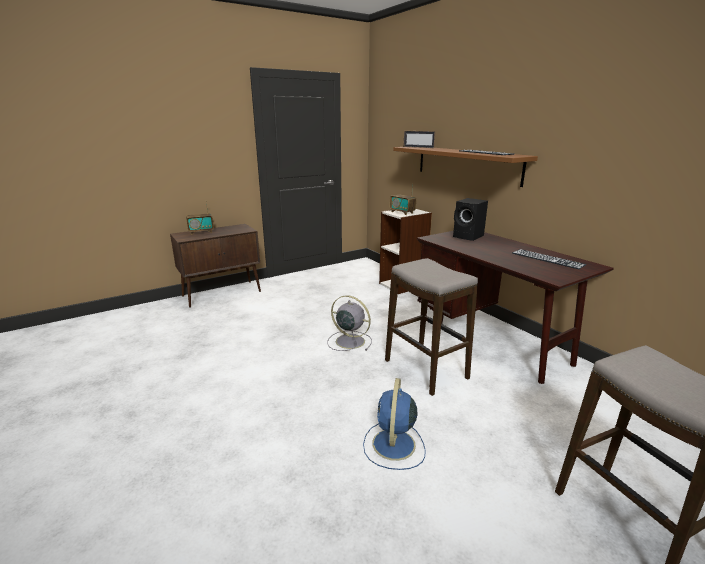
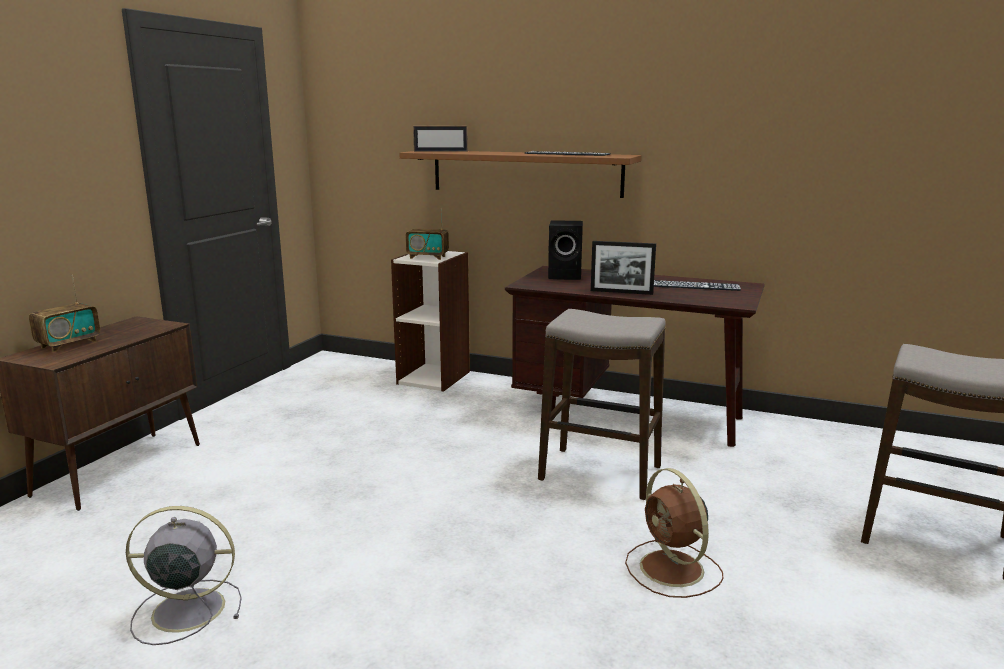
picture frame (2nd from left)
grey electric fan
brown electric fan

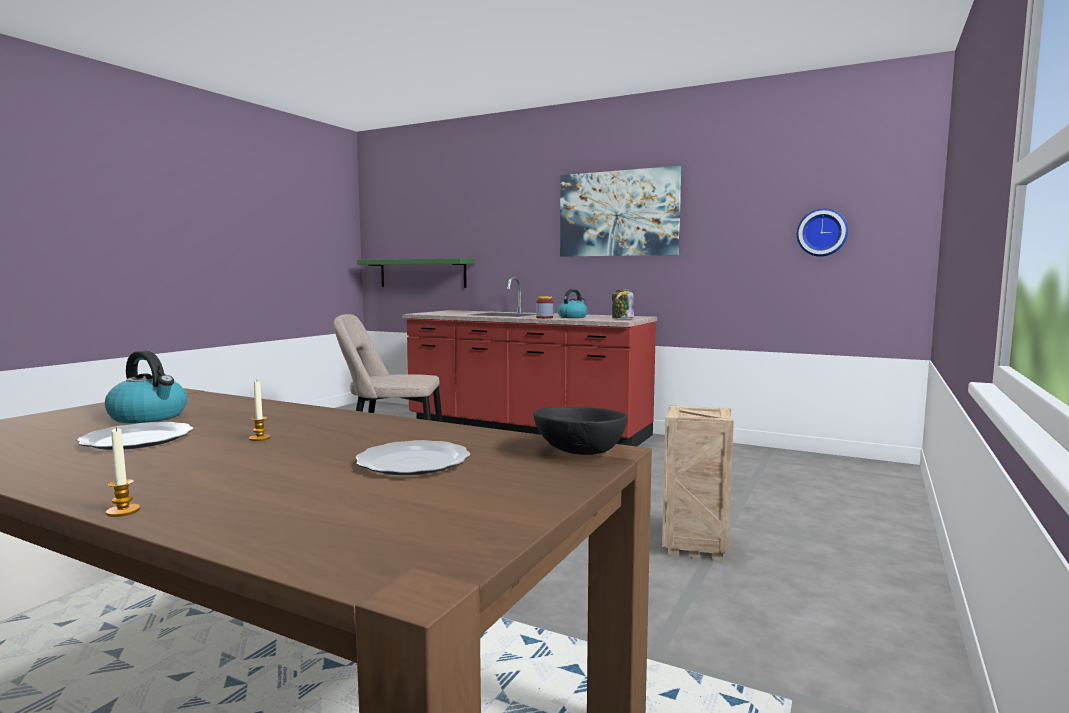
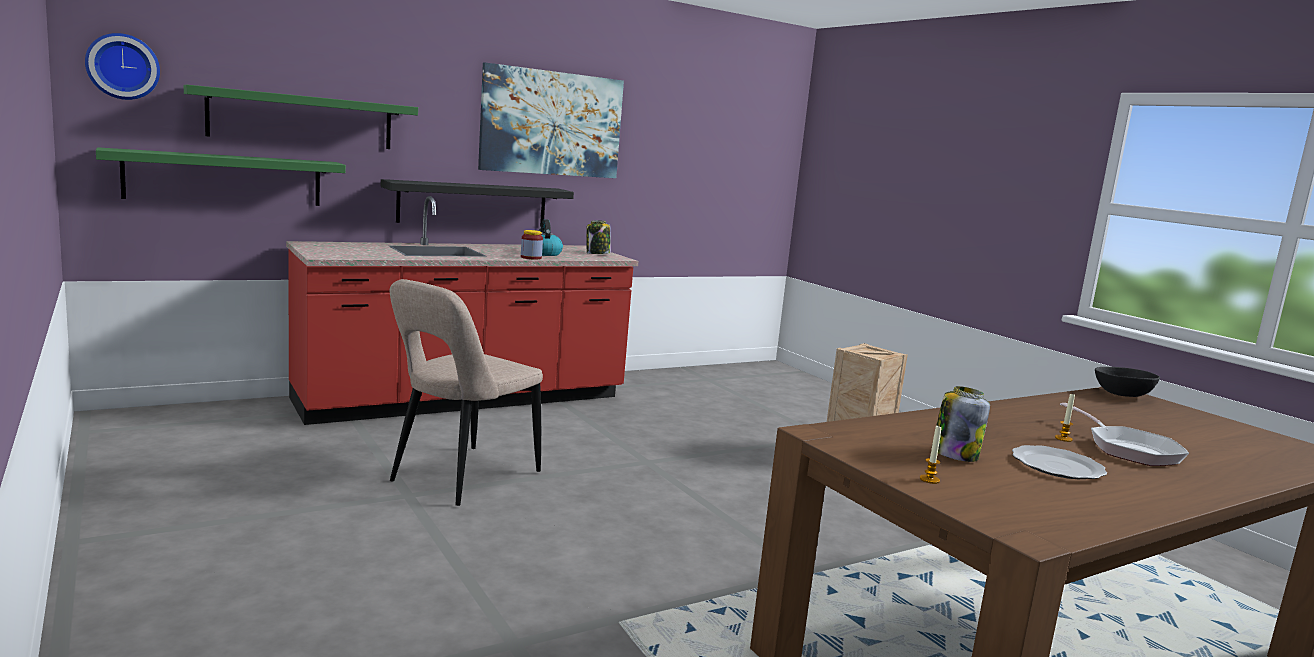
flat dish (2nd from left in the first image)
greenish wall shelf (2nd from left)
black wall shelf
skillet
candle (1st from left)
hanging clock
preserve jar (3rd from left)

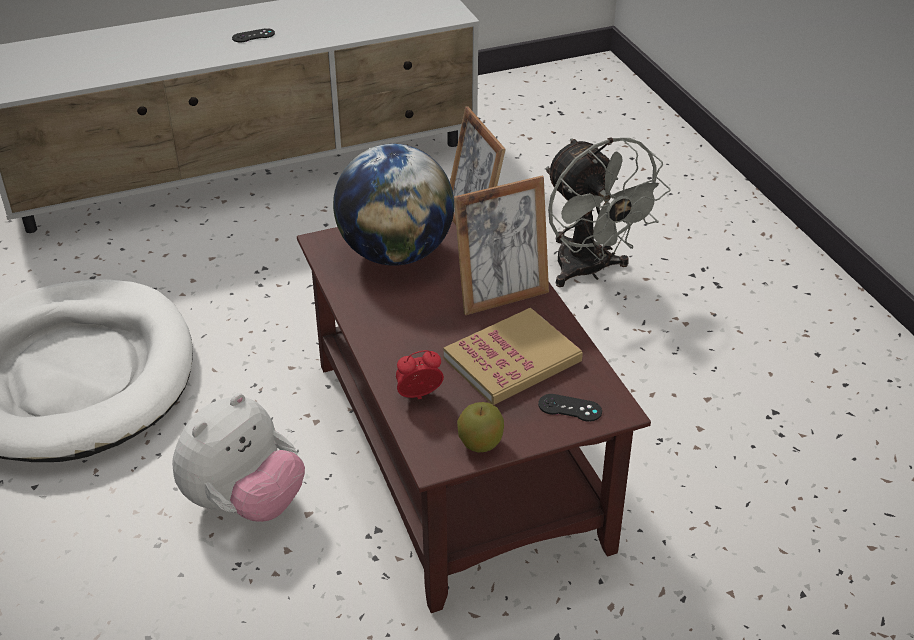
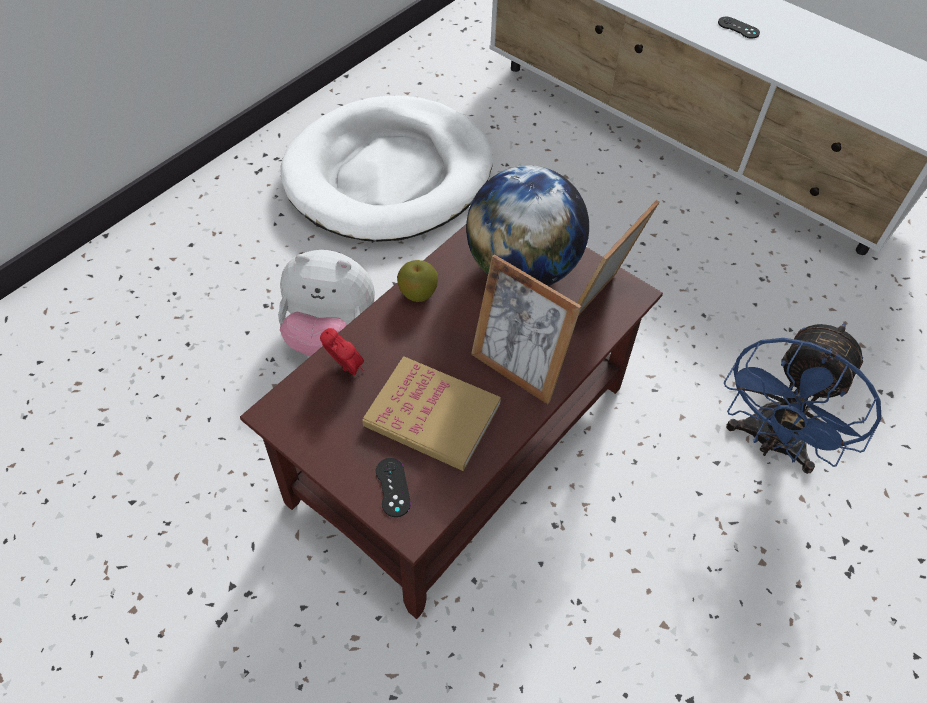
whole apple
blue electric fan

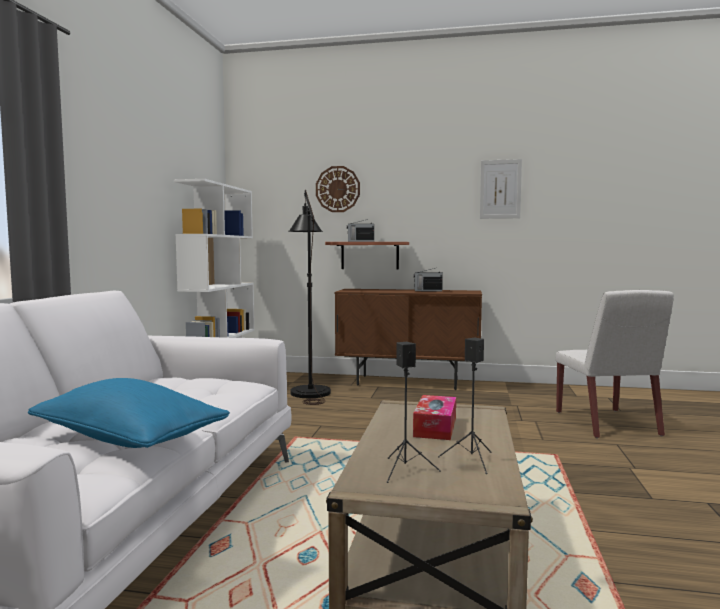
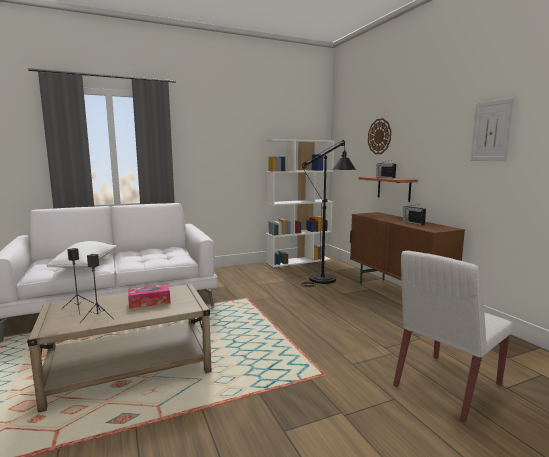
white cushion

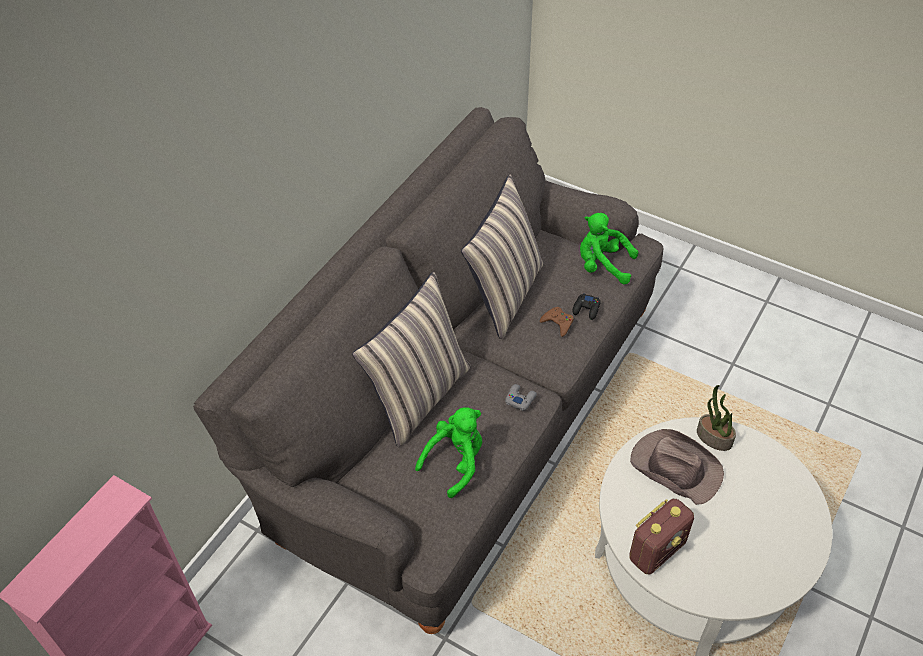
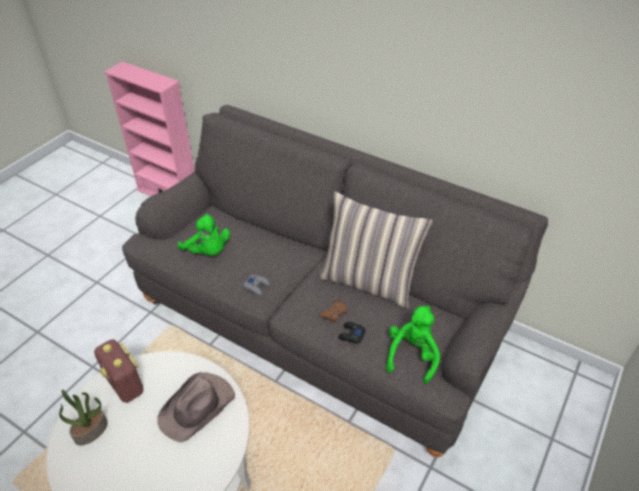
cushion (1st from left in the first image)
plant in a pot

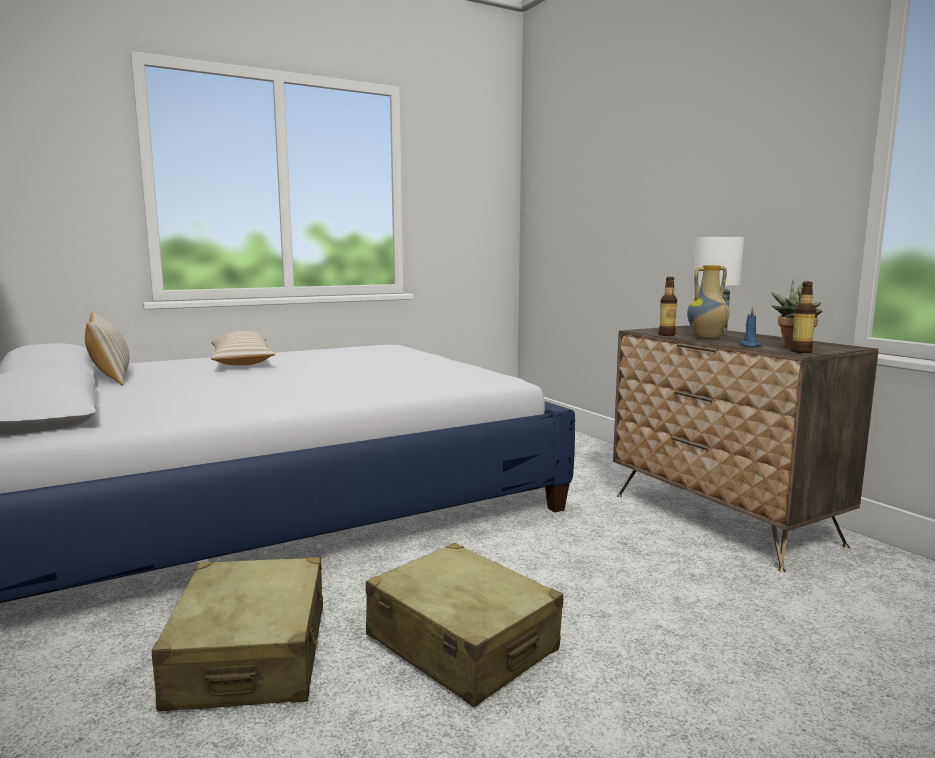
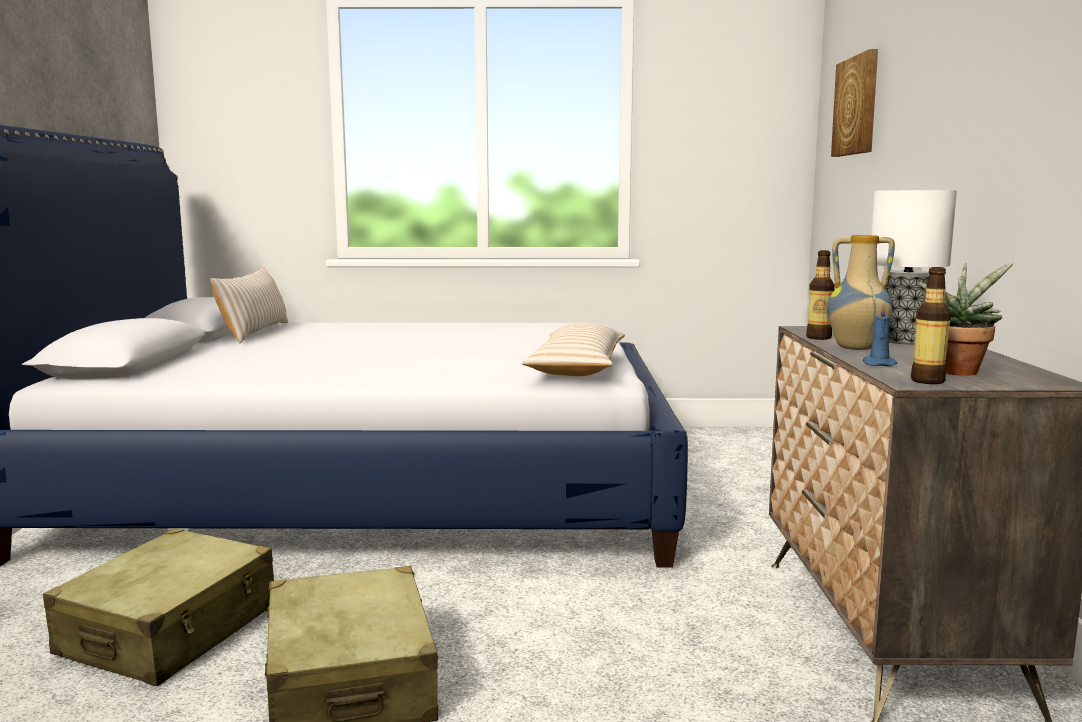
wall picture
beige-coloured cushion (2nd from left)

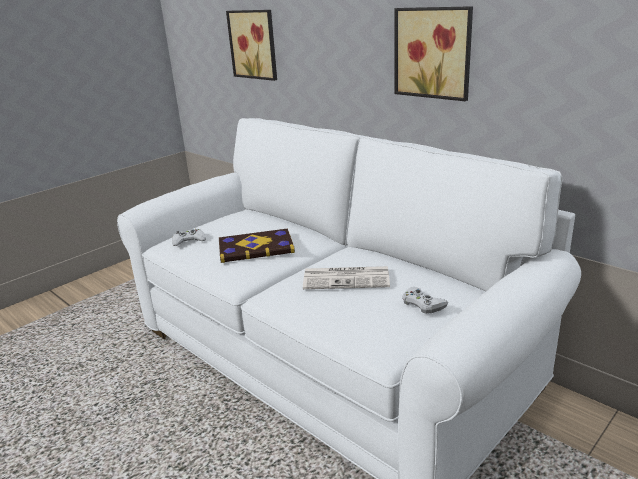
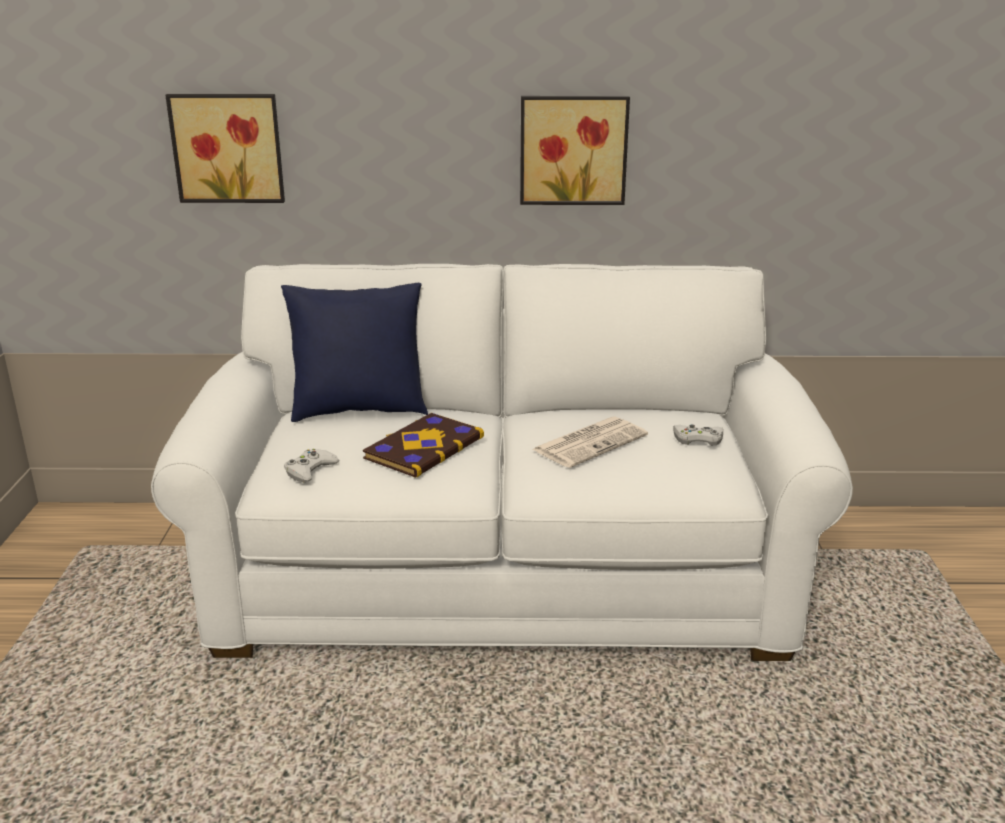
blue cushion

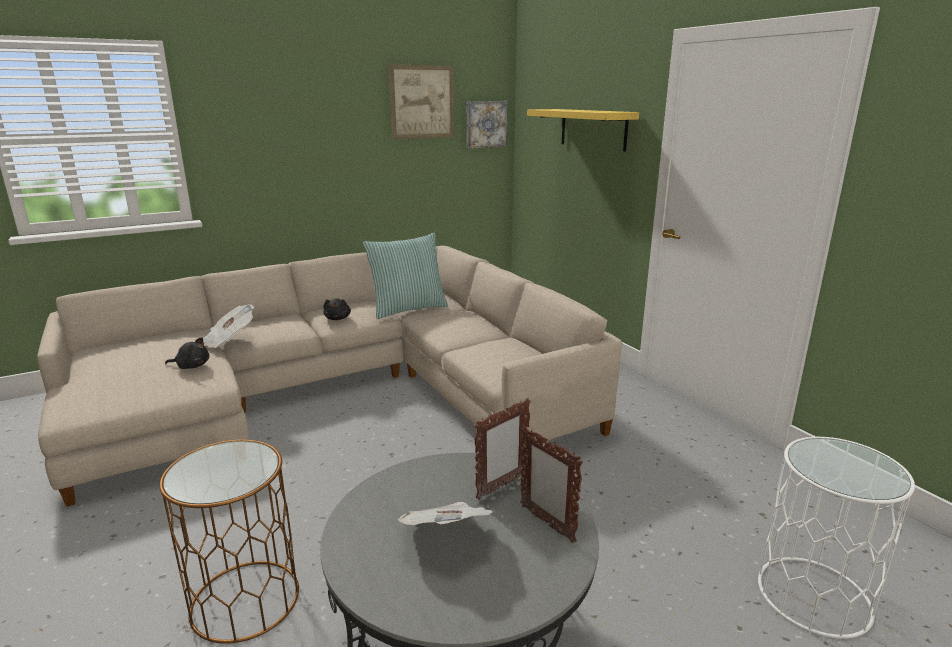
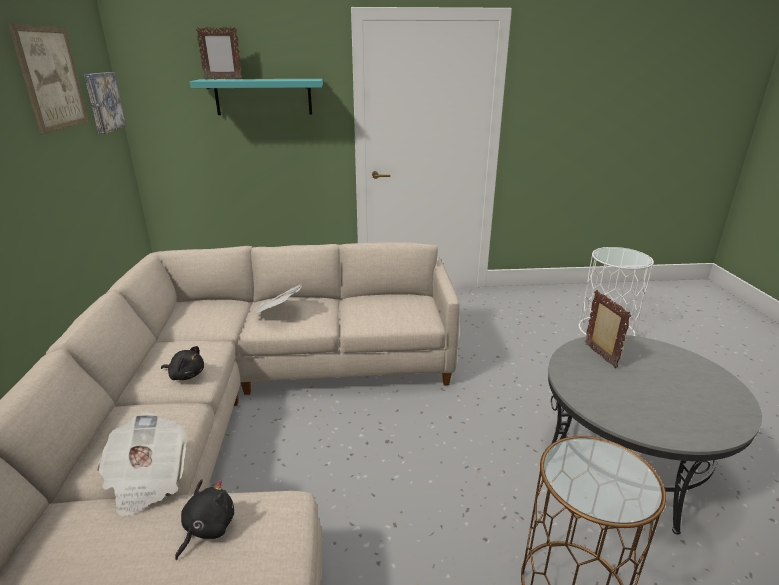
cushion
newspaper (2nd from left)
picture frame (1st from left)
turquoise wall shelf

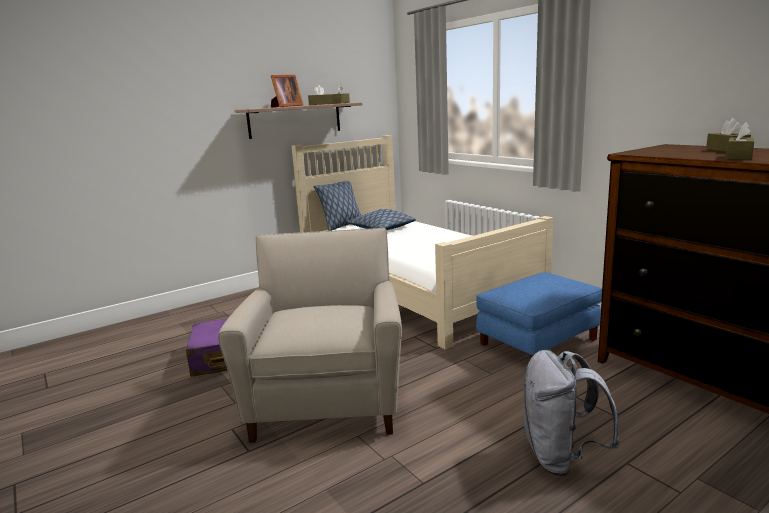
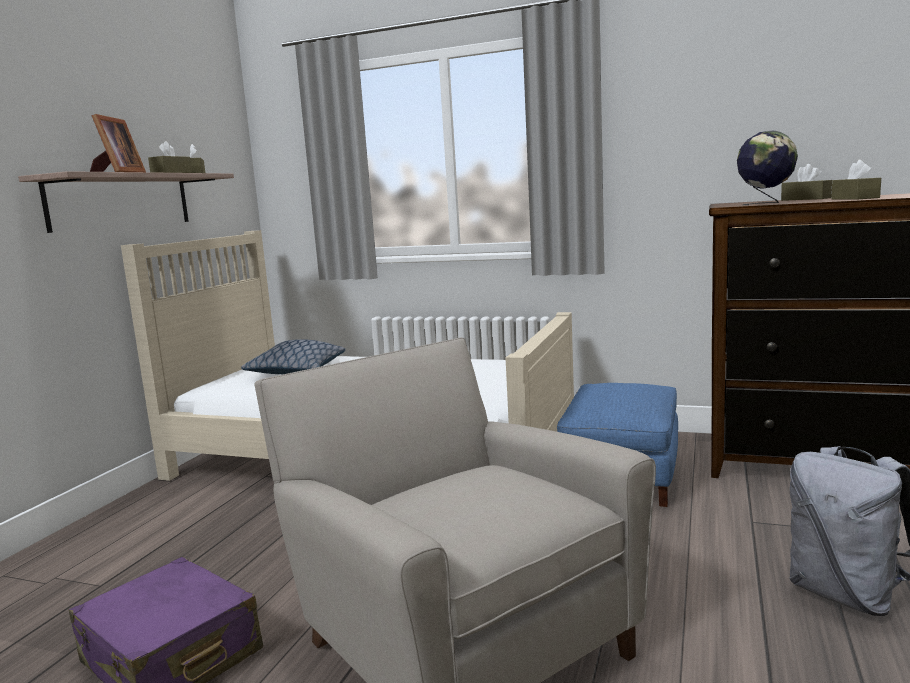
cushion (1st from left in the first image)
world globe

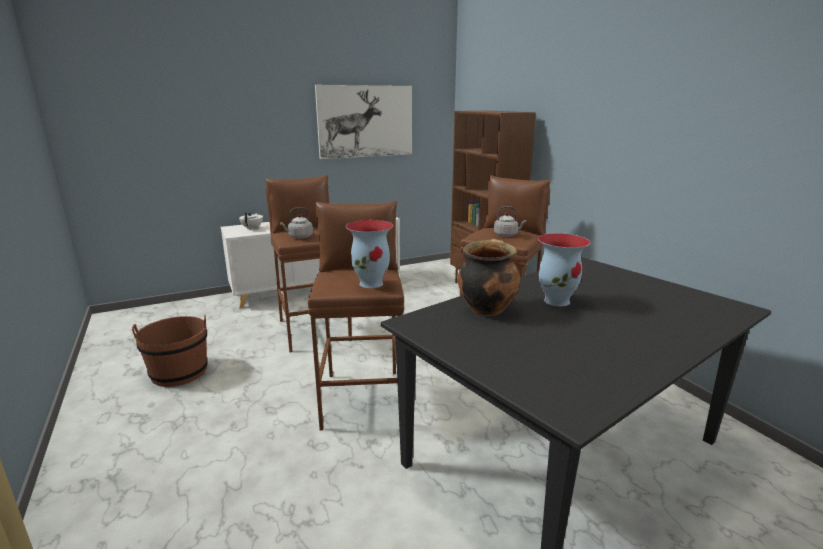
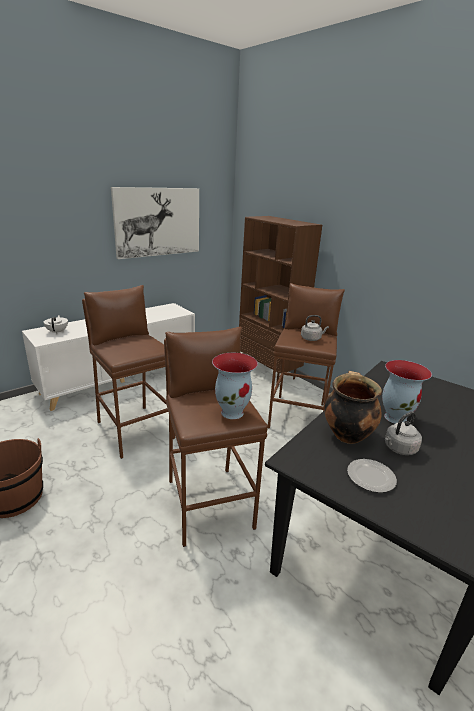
flat dish
grey kettle (2nd from left)

